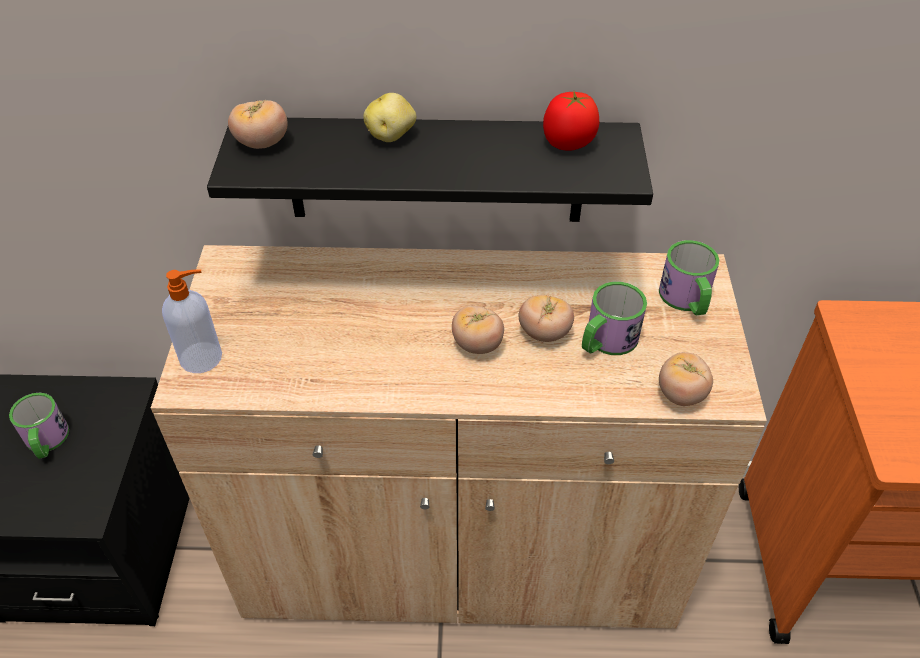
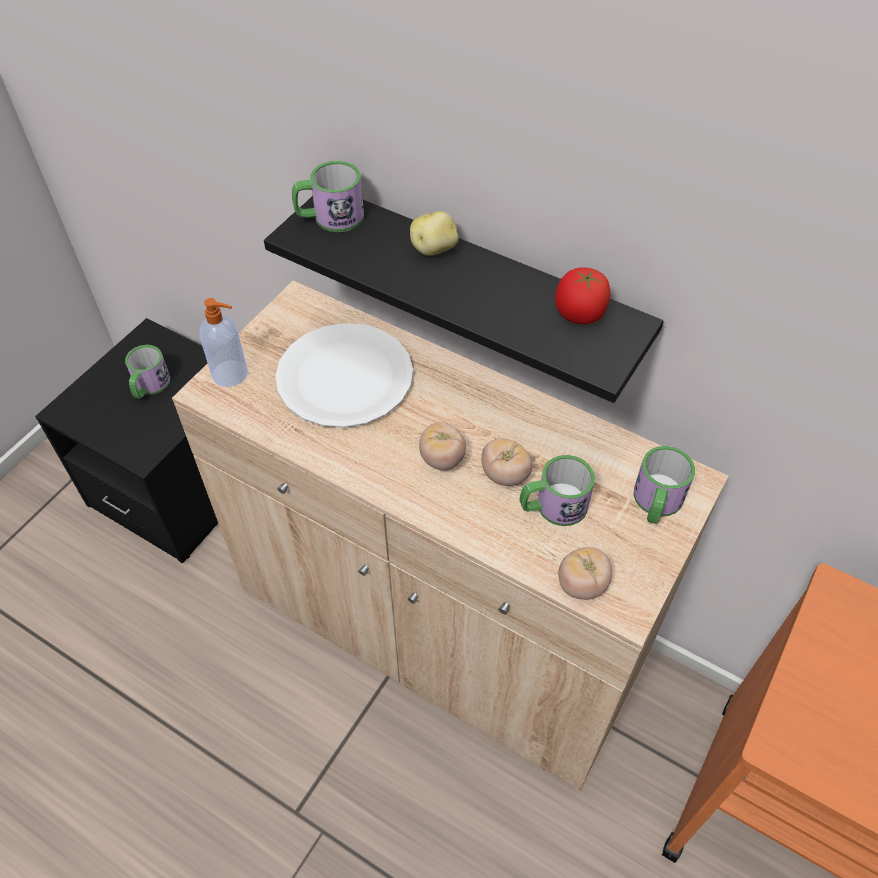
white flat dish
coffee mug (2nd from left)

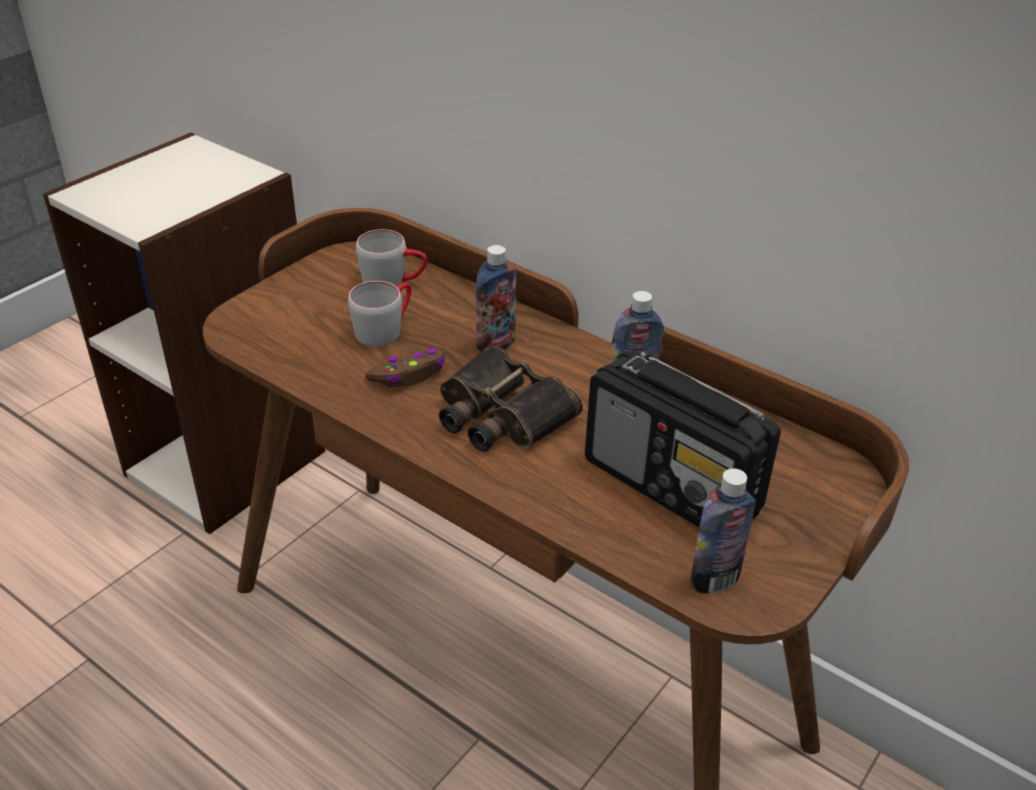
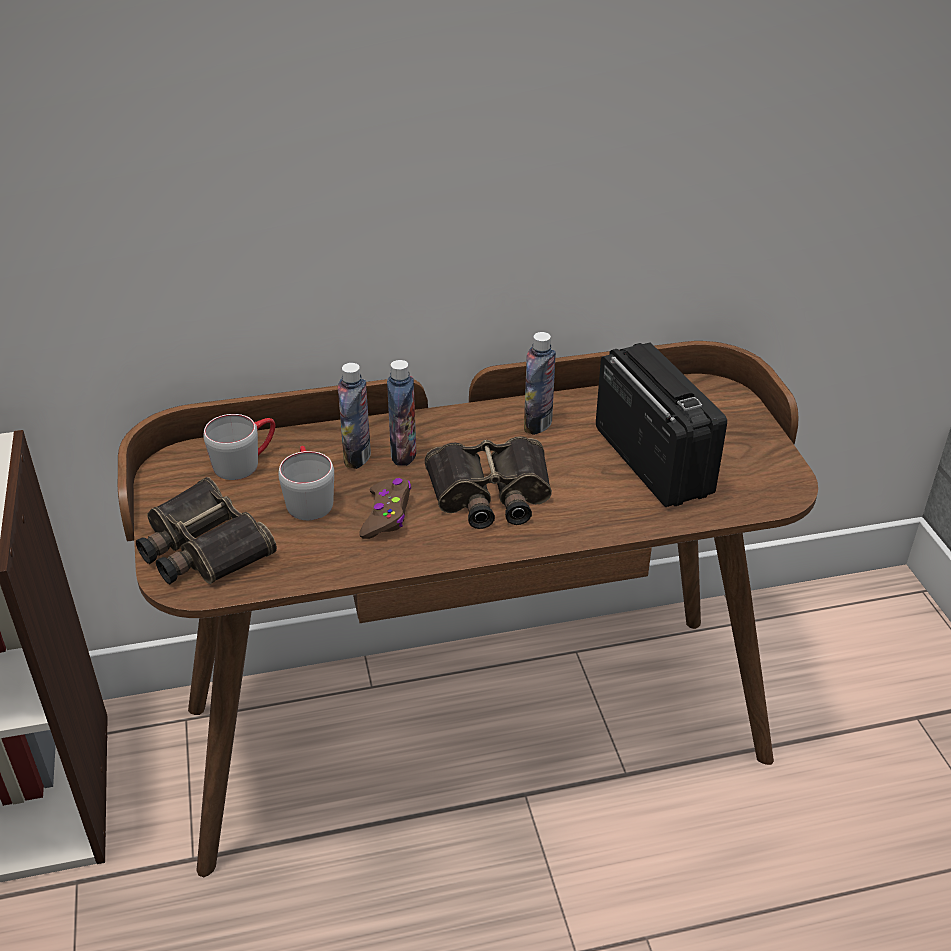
field glasses (1st from left)
beverage bottle (1st from left)
radio set

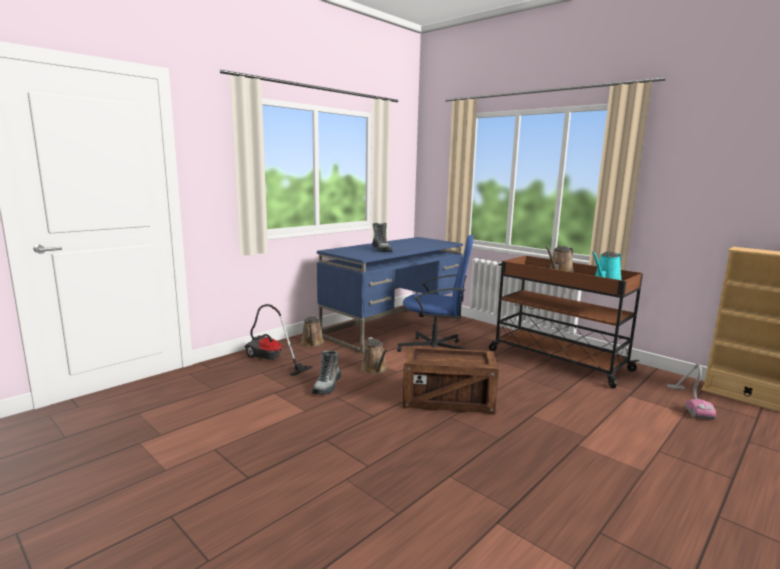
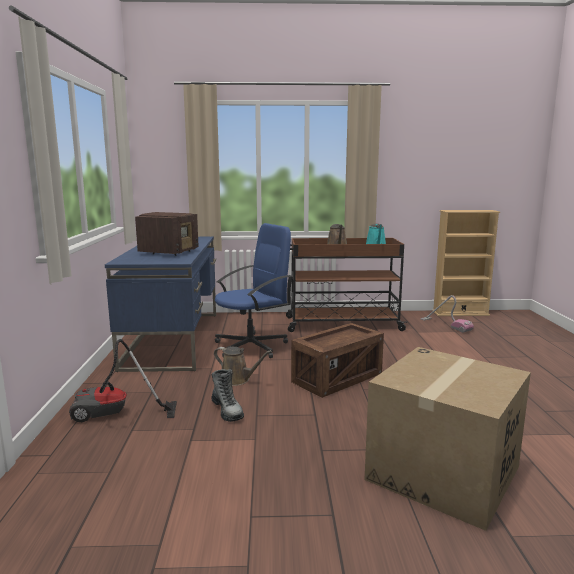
brown watering pot (1st from left in the first image)
cardboard box
radio set

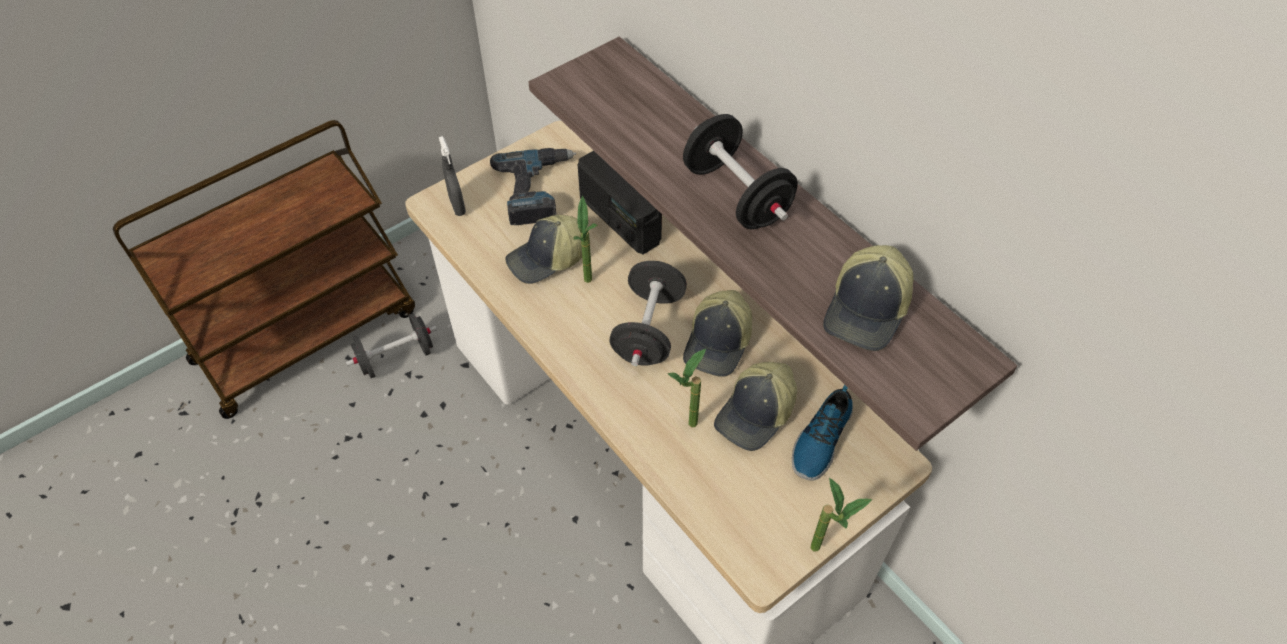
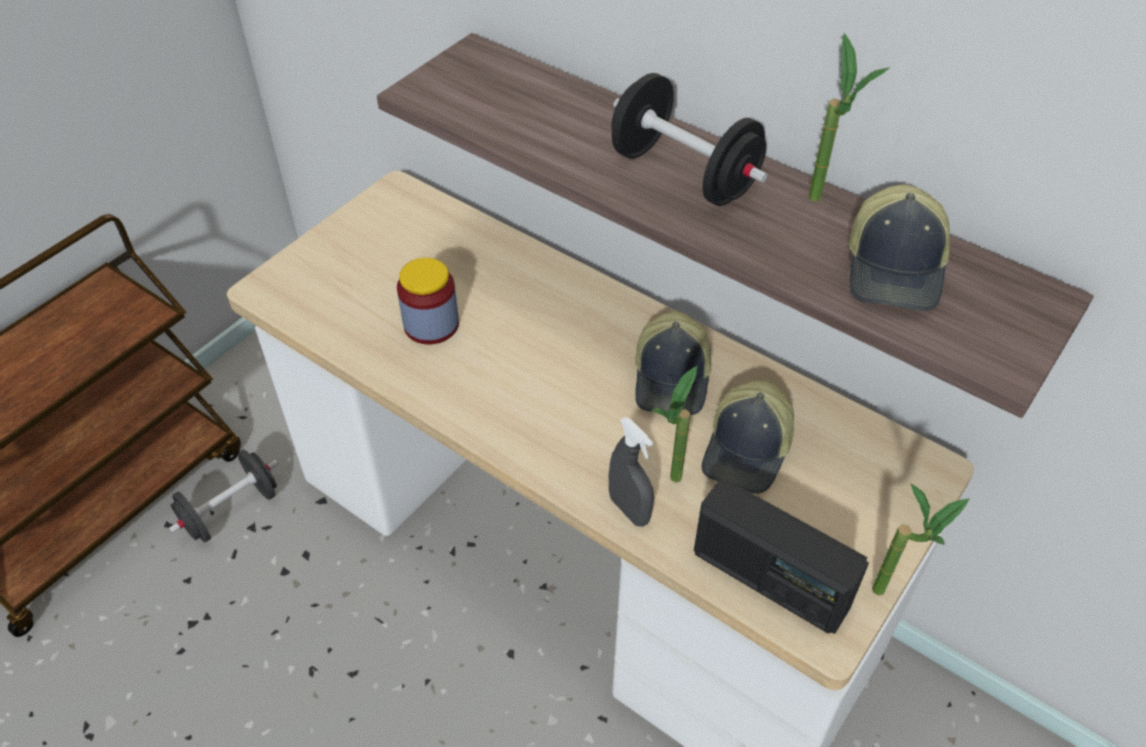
electric drill
black hand weight (2nd from left in the first image)
low shoe
grey spray bottle
plant in a pot (2nd from left)
radio set
preserve jar

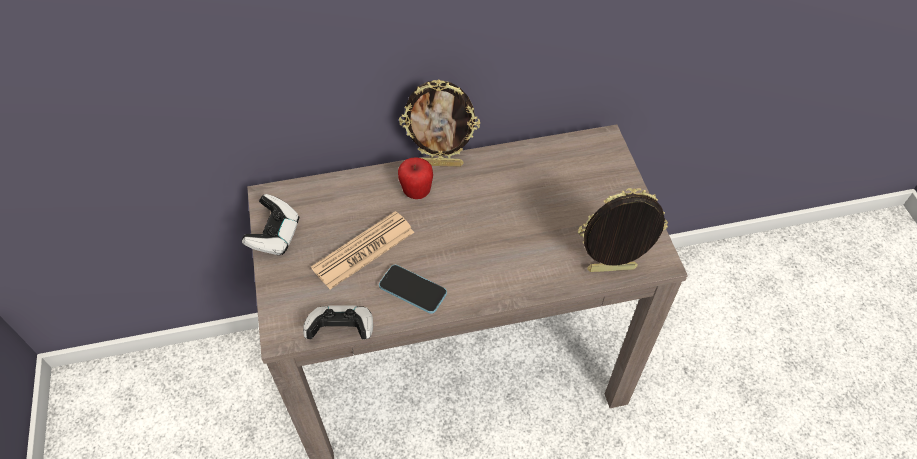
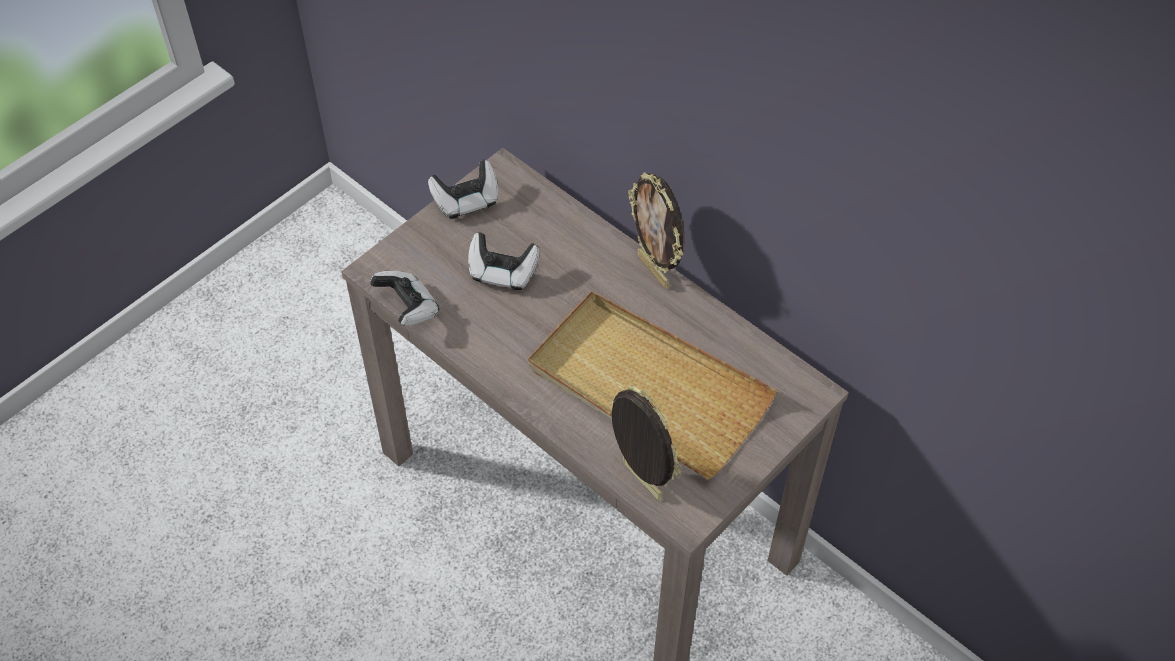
handset
whole apple
beige-coloured carrying tray
game controller (3rd from left)

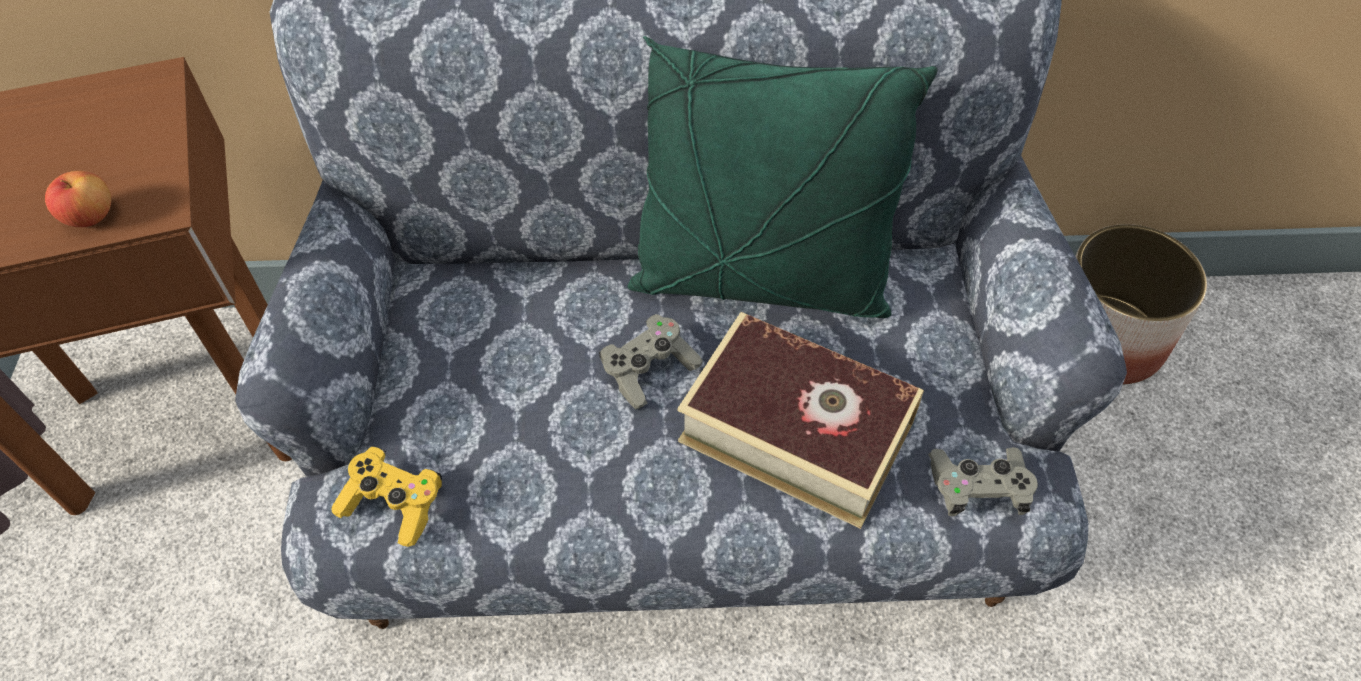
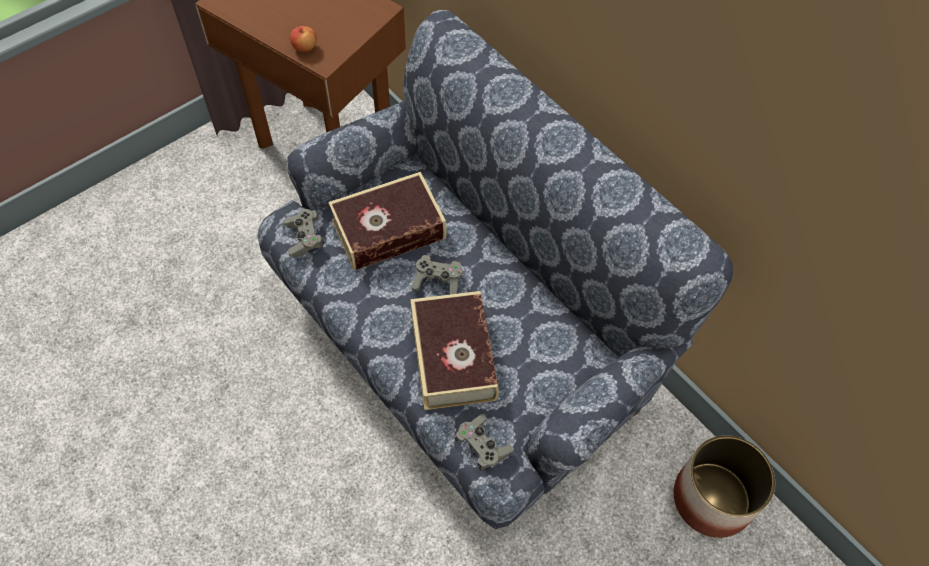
greenish cushion
book (1st from left)
grey game controller (1st from left)

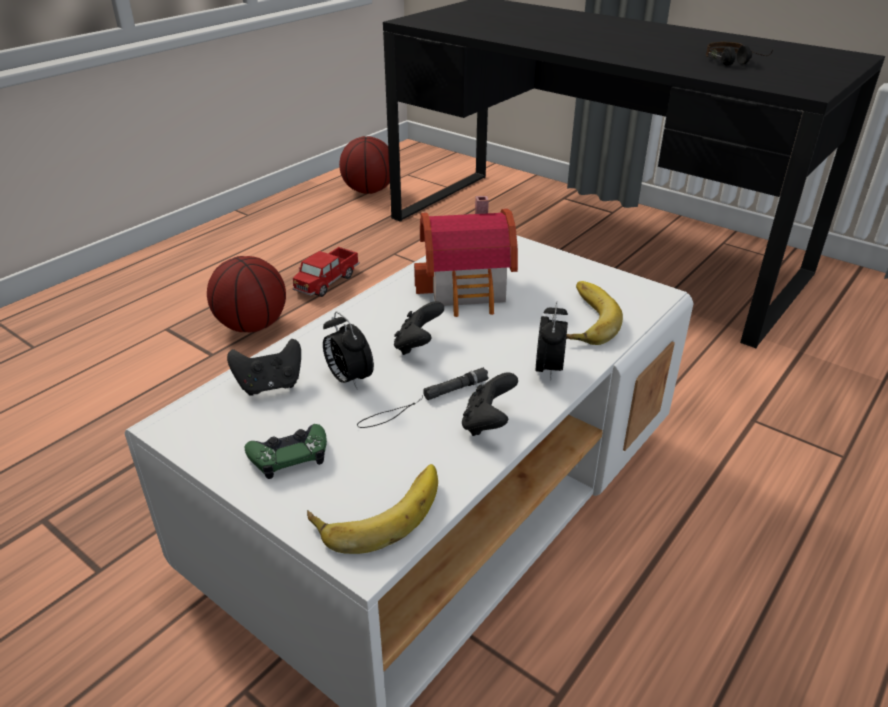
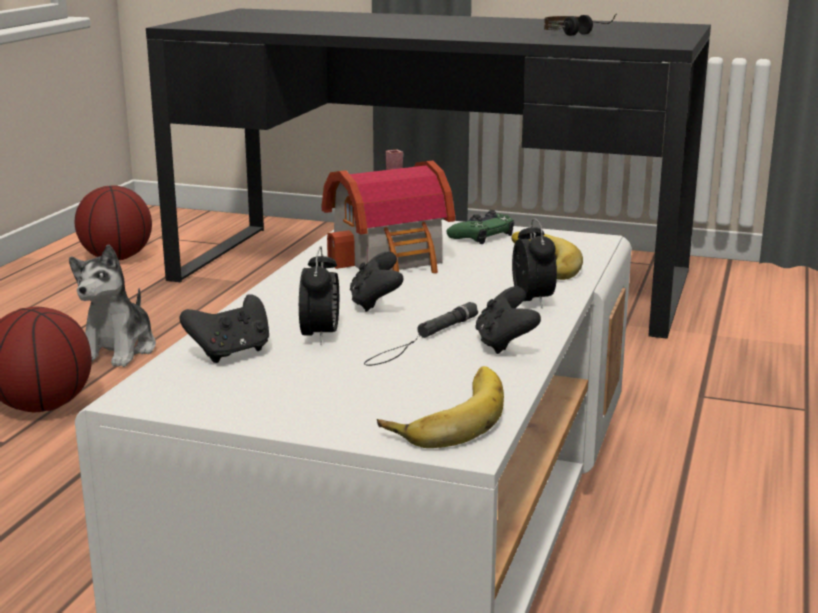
greenish game controller
cuddly toy
table clock (1st from left)

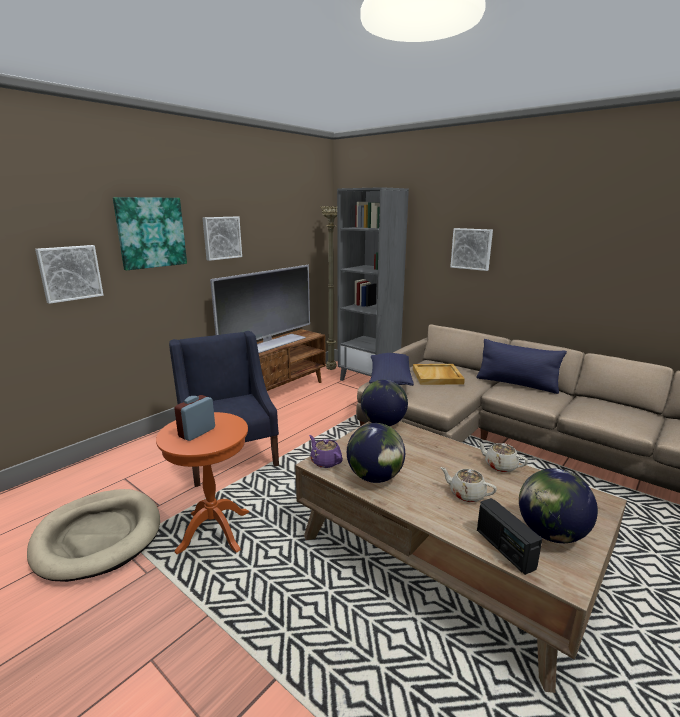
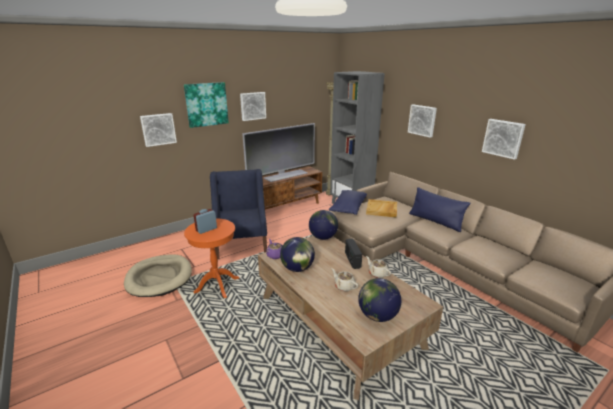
wall picture (5th from left)
radio set

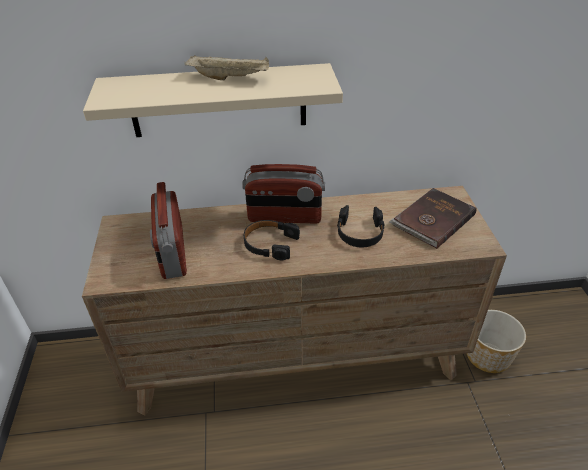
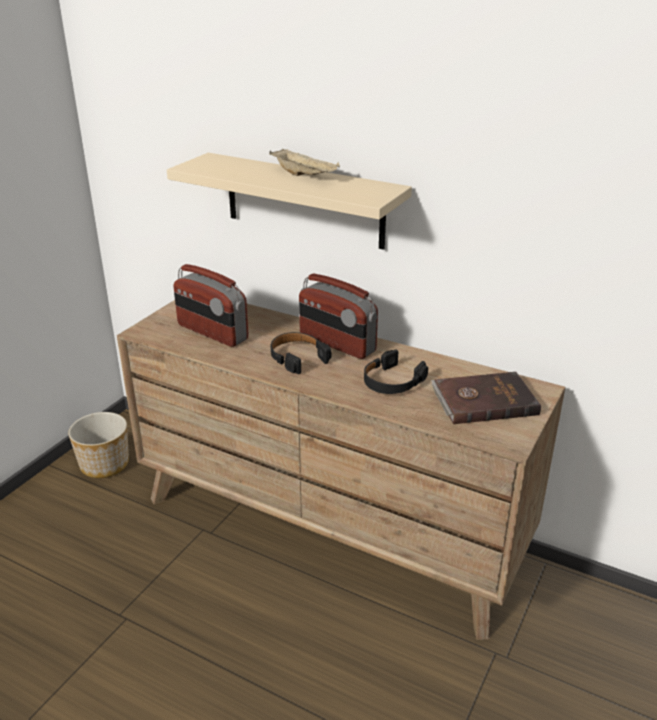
plant pot
radio set (1st from left)

